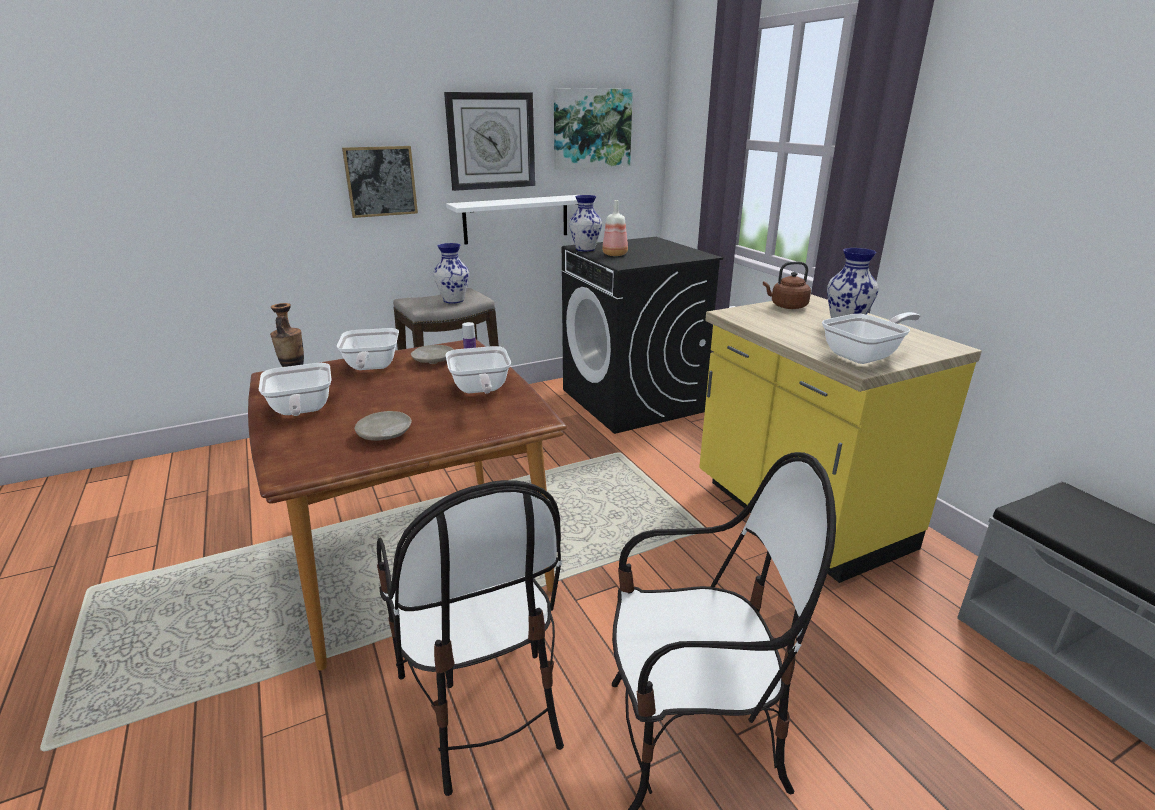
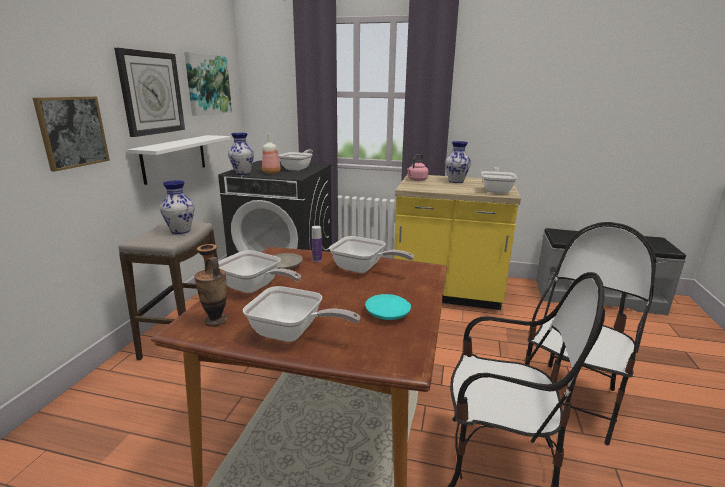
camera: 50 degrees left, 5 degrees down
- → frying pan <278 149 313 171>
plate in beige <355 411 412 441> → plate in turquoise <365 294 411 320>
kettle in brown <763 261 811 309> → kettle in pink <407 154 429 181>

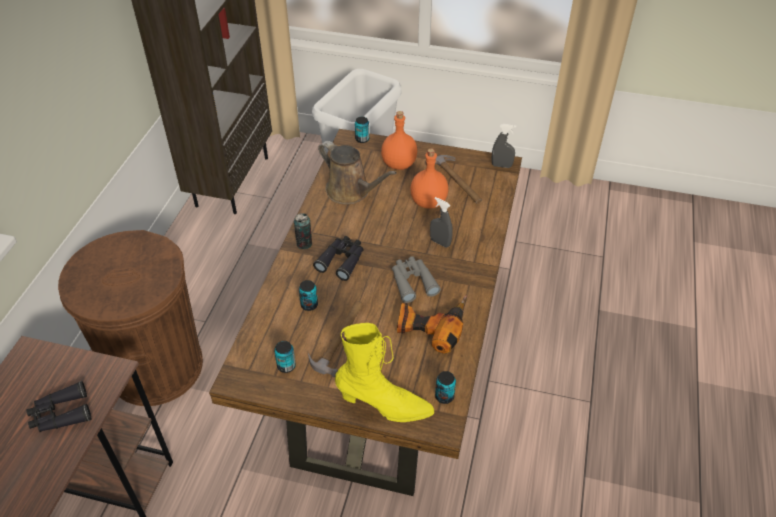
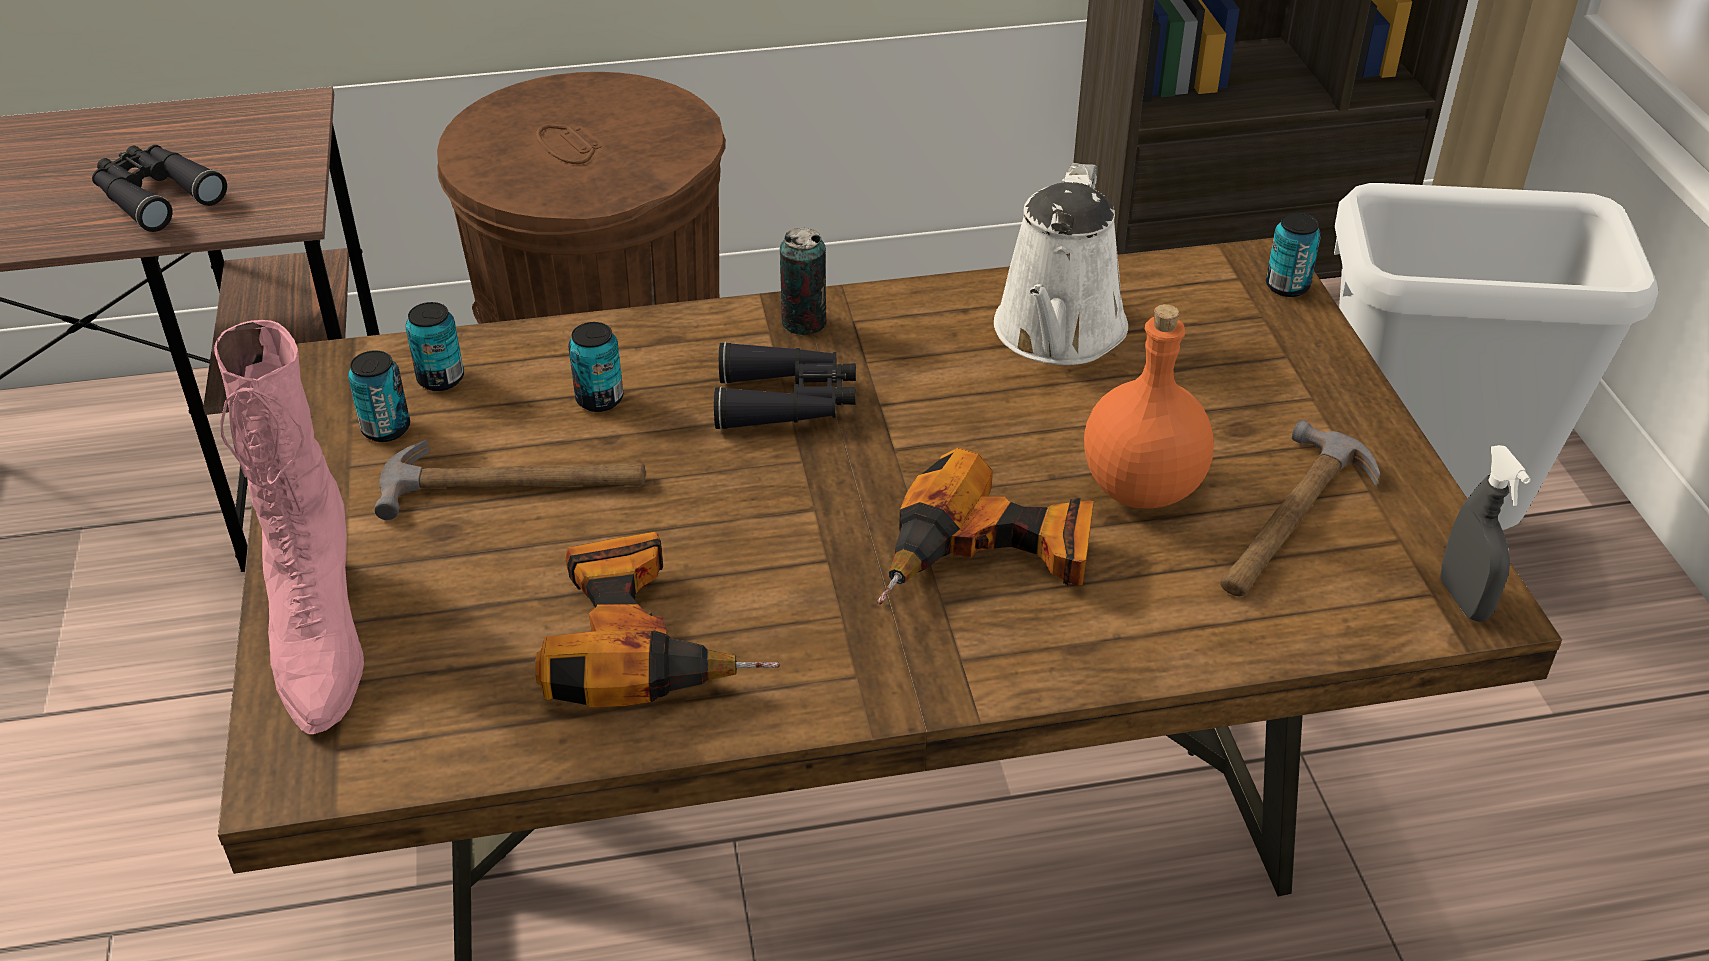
camera: 65 degrees right, 5 degrees down
bottle in orange <381 111 417 170> → -
binoculars in grey <392 256 441 303> → -
can <435 371 456 404> → can <406 302 464 391>, move
spray bottle in grey <430 197 453 248> → power drill <877 448 1094 604>
watering can in brown <318 141 397 204> → watering can in white <994 163 1128 365>
boot in yellow <335 323 434 422> → boot in pink <214 320 364 735>

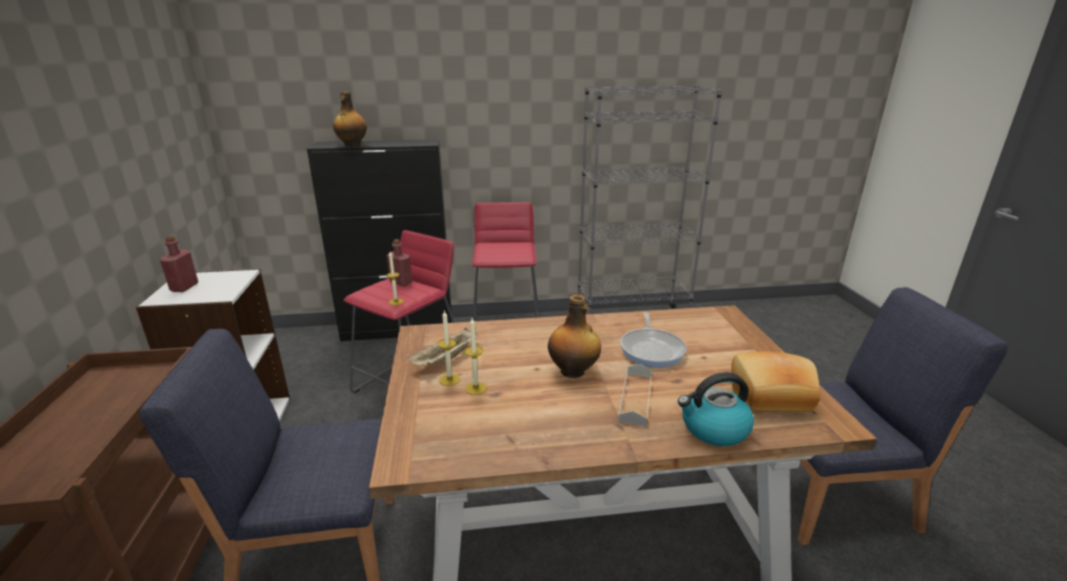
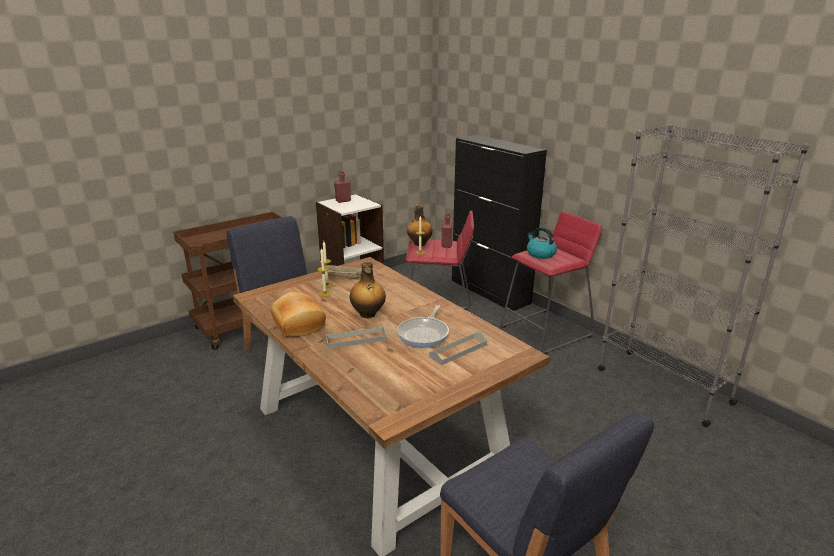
camera: 60 degrees right, 0 degrees up
- → tray in grey <429 332 487 365>
bottle <333 92 367 147> → bottle <407 205 433 246>, move
kettle <678 372 754 446> → kettle <527 227 557 259>, move
bread <731 351 820 412> → bread <271 292 326 337>, move
frying pan <620 312 687 367> → frying pan <397 305 449 348>, 45 degrees counterclockwise

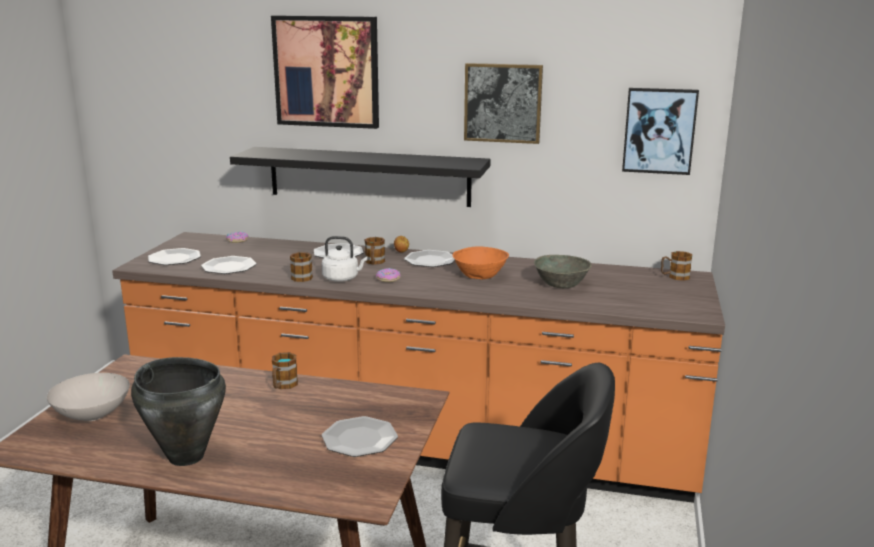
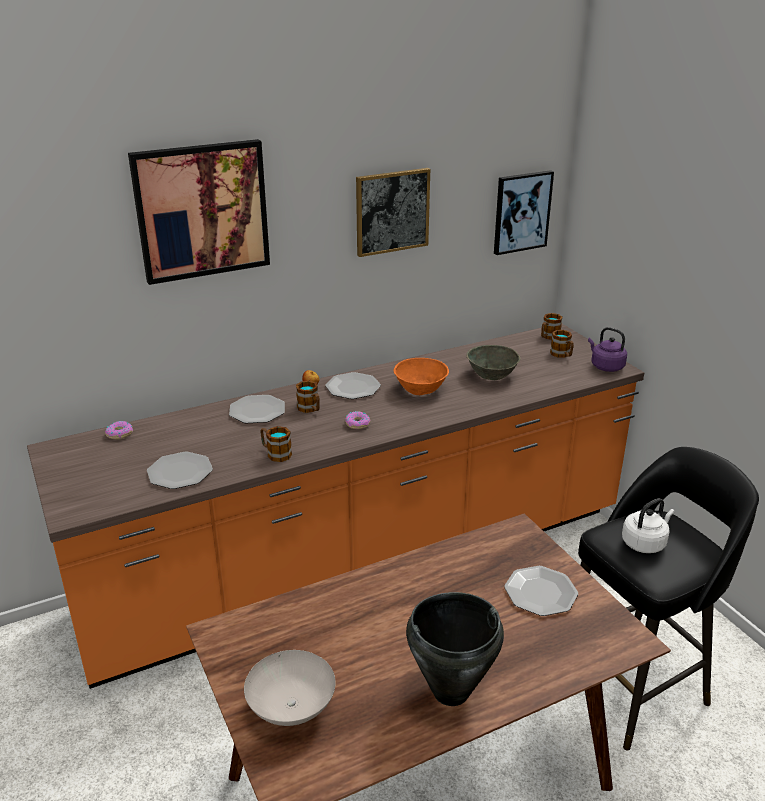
camera: 40 degrees left, 10 degrees up
plate <148 248 201 265> → -
shelf in black <230 147 491 207> → -
- → kettle in purple <588 327 627 372>
mug <272 352 298 389> → mug <550 330 574 358>, move
kettle in white <322 236 367 282> → kettle in white <622 498 675 553>, move

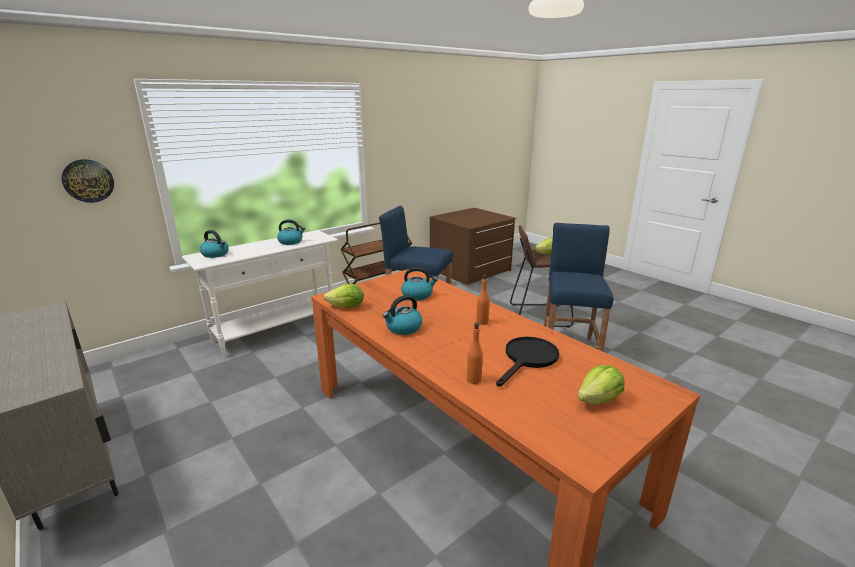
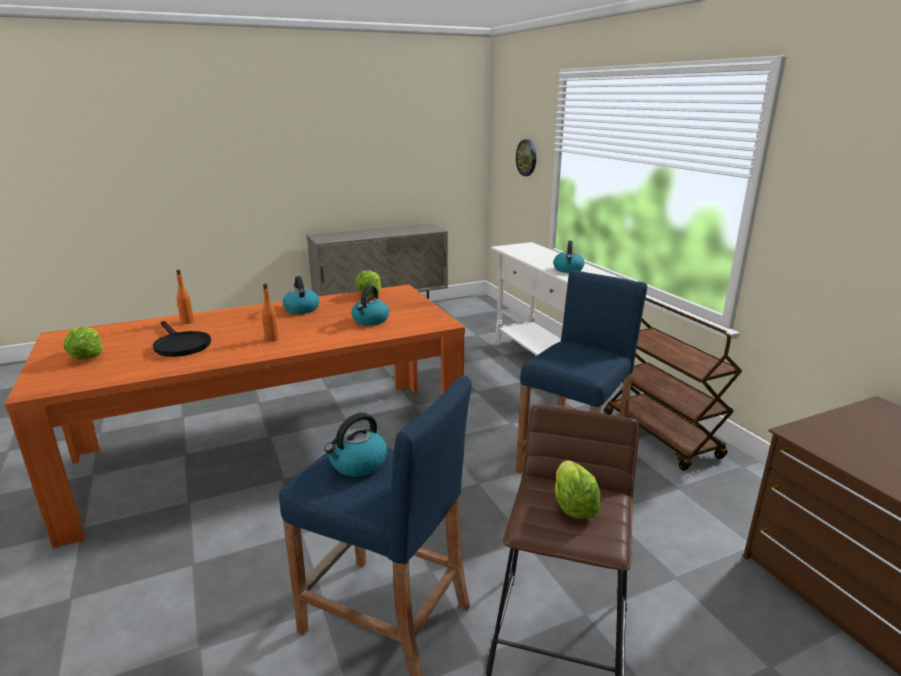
camera: 105 degrees right, 0 degrees up
kettle <200 230 229 258> → kettle <324 413 387 477>, move

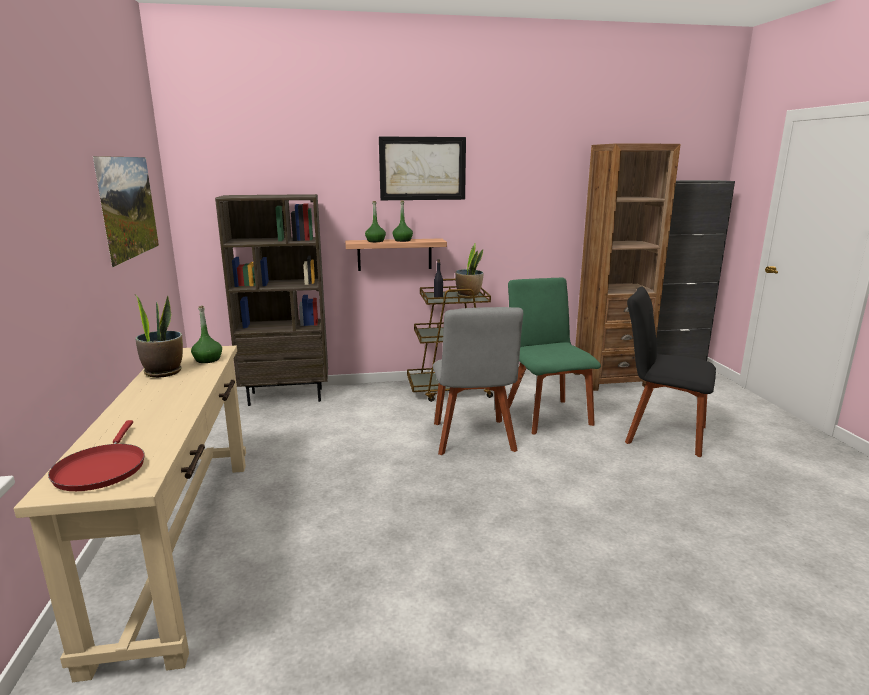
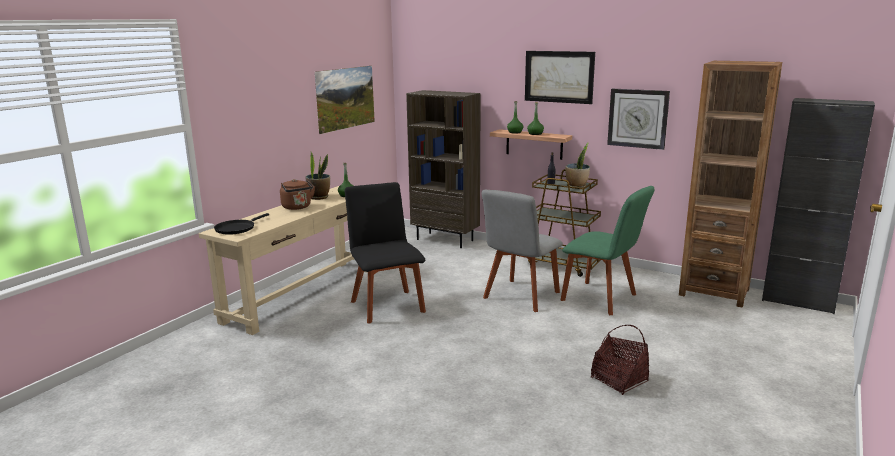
camera: 40 degrees right, 0 degrees up
- → kettle in brown <280 179 315 210>
- → basket <591 325 649 395>
- → wall clock <607 89 670 150>
chair in black <625 287 716 457> → chair in black <345 182 426 323>, move
frying pan in red <48 420 145 491> → frying pan in black <214 213 269 235>
chair in green <508 278 601 434> → chair in green <561 186 655 315>, 105 degrees clockwise

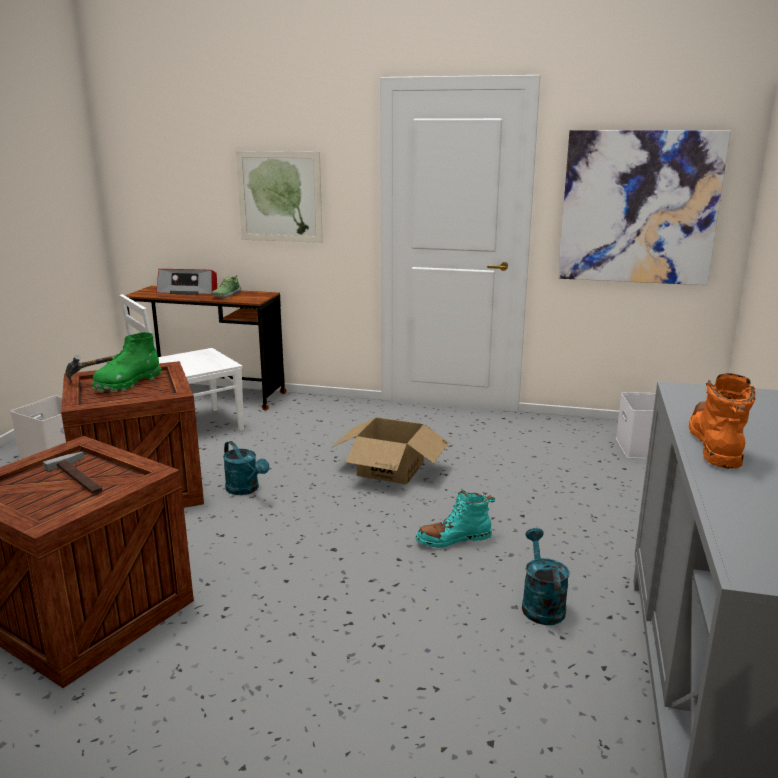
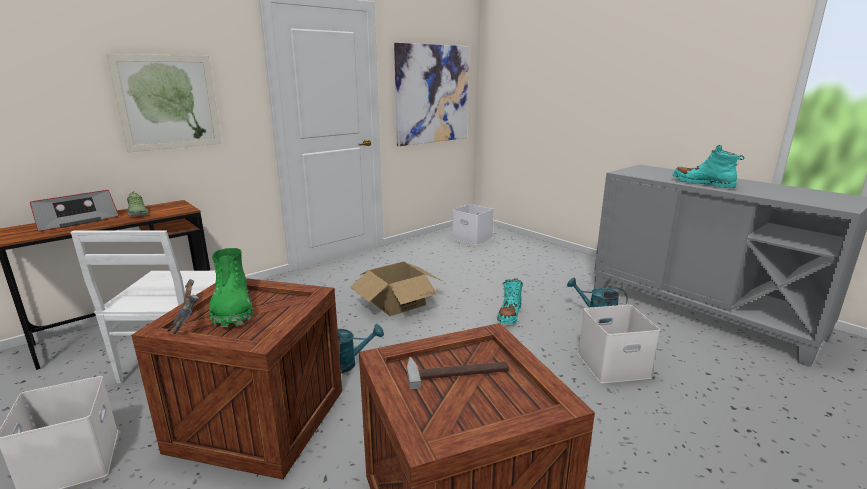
camera: 55 degrees left, 0 degrees up
- → storage box in white <578 305 660 384>
boot in orange <689 373 755 469> → boot in turquoise <672 145 744 188>

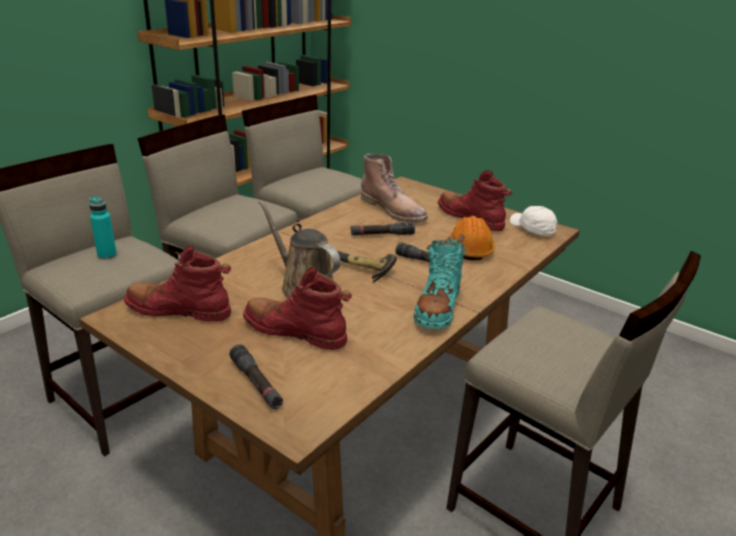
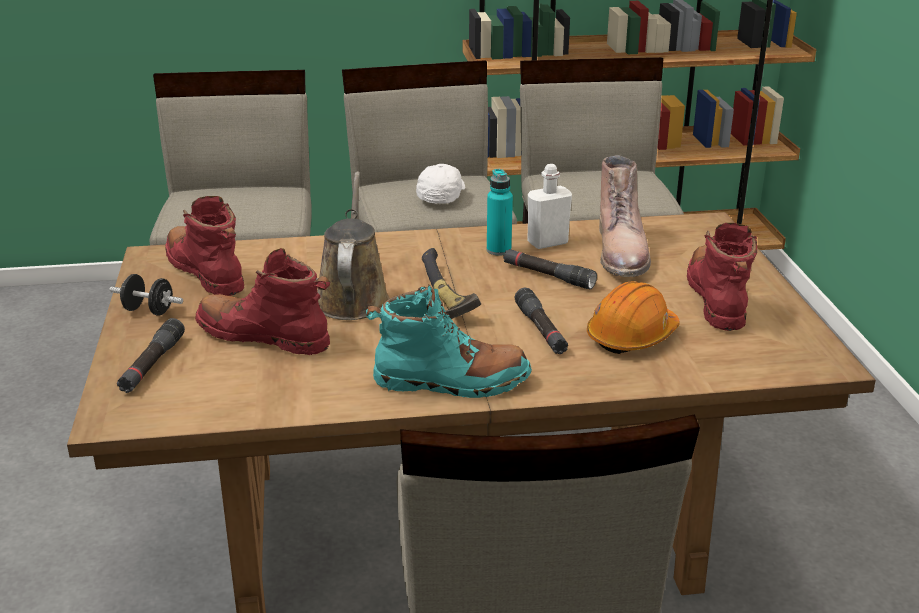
camera: 45 degrees right, 0 degrees up
- → dumbbell in black <110 274 183 316>
- → bottle in white <527 164 572 249>
bottle in turquoise <90 197 117 260> → bottle in turquoise <487 169 513 256>, move
cap in white <510 206 557 236> → cap in white <416 164 465 204>, move
boot in red <243 266 352 350> → boot in red <195 248 331 355>, 45 degrees counterclockwise
boot in turquoise <414 237 466 329> → boot in turquoise <366 285 532 398>, 150 degrees counterclockwise

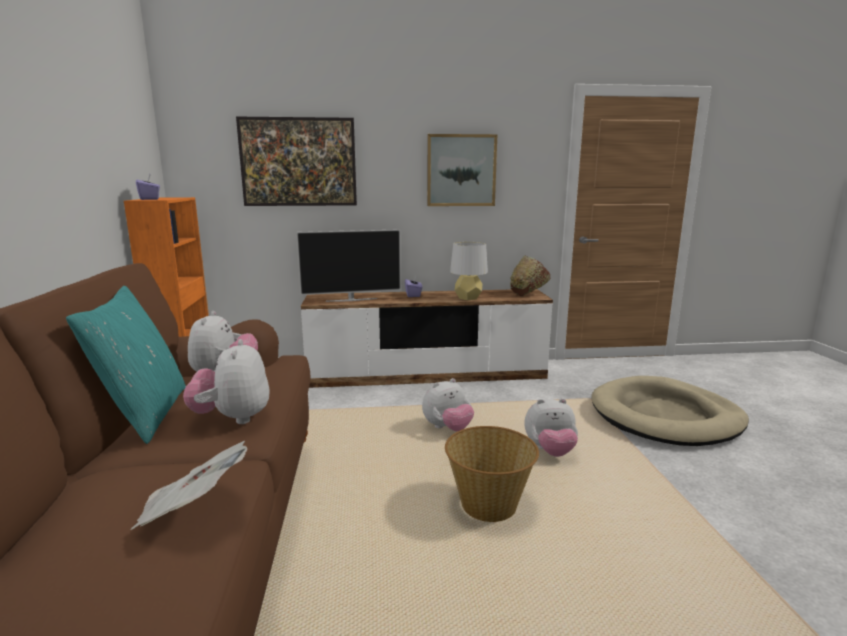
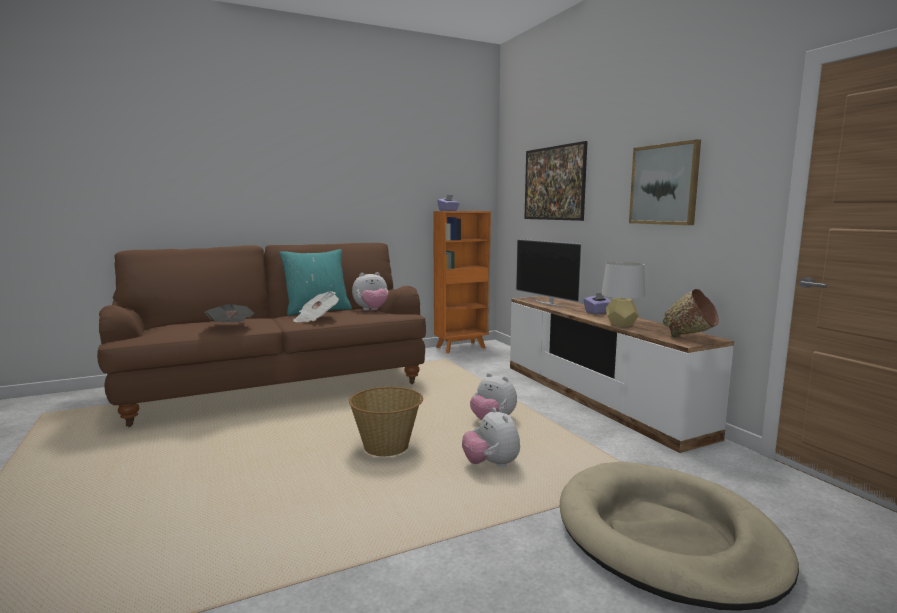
camera: 70 degrees right, 5 degrees down
plush toy <183 339 270 424> → newspaper <293 292 339 322>

